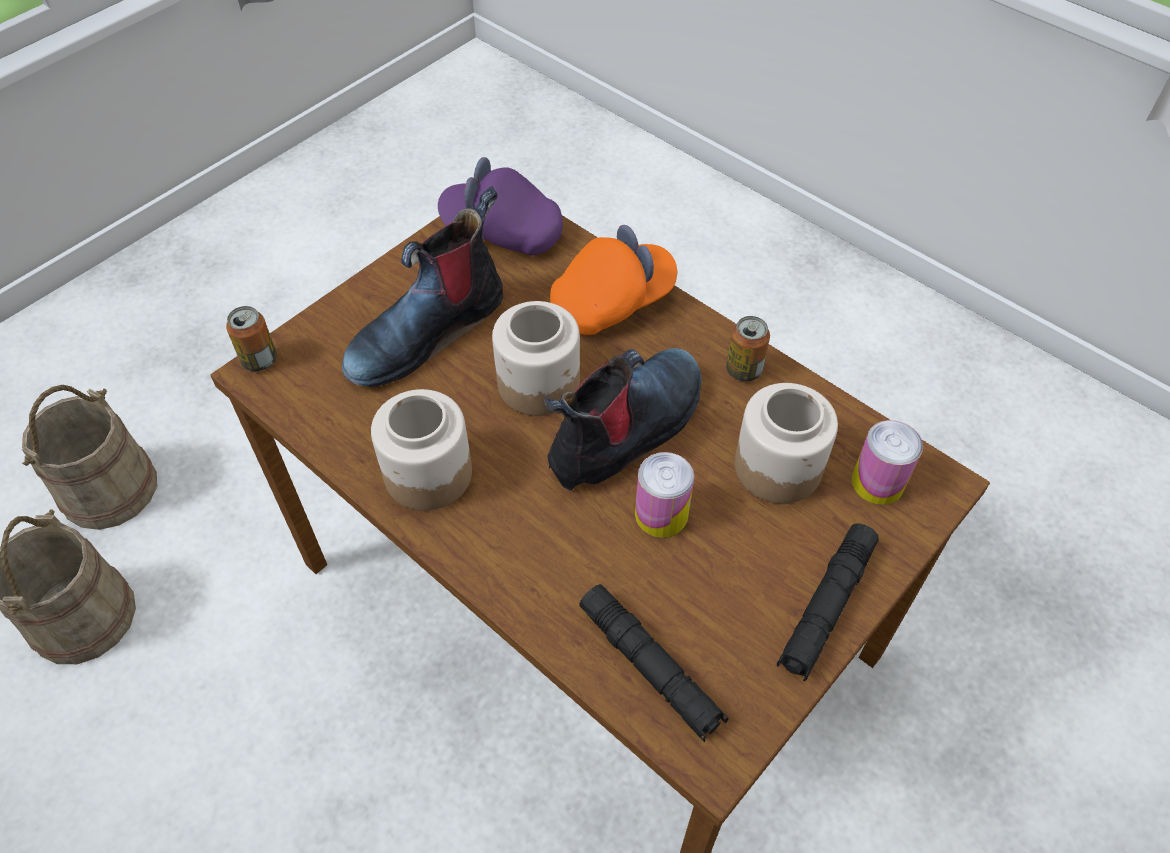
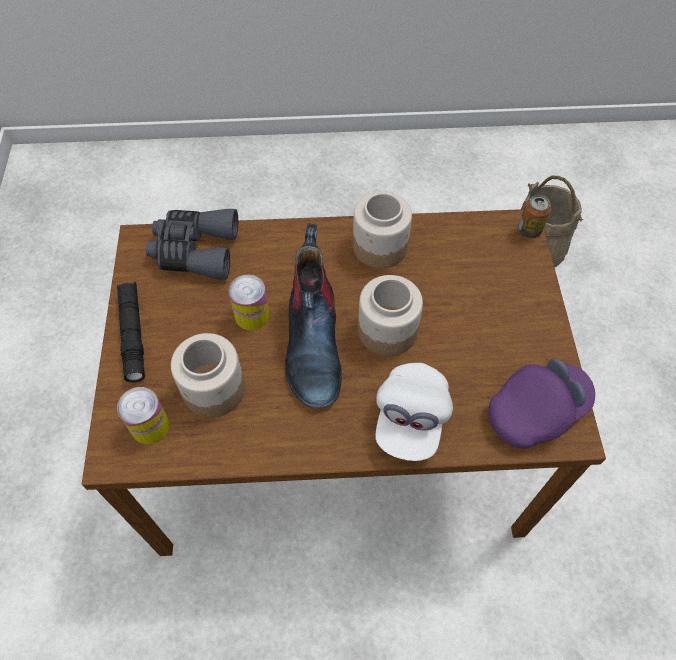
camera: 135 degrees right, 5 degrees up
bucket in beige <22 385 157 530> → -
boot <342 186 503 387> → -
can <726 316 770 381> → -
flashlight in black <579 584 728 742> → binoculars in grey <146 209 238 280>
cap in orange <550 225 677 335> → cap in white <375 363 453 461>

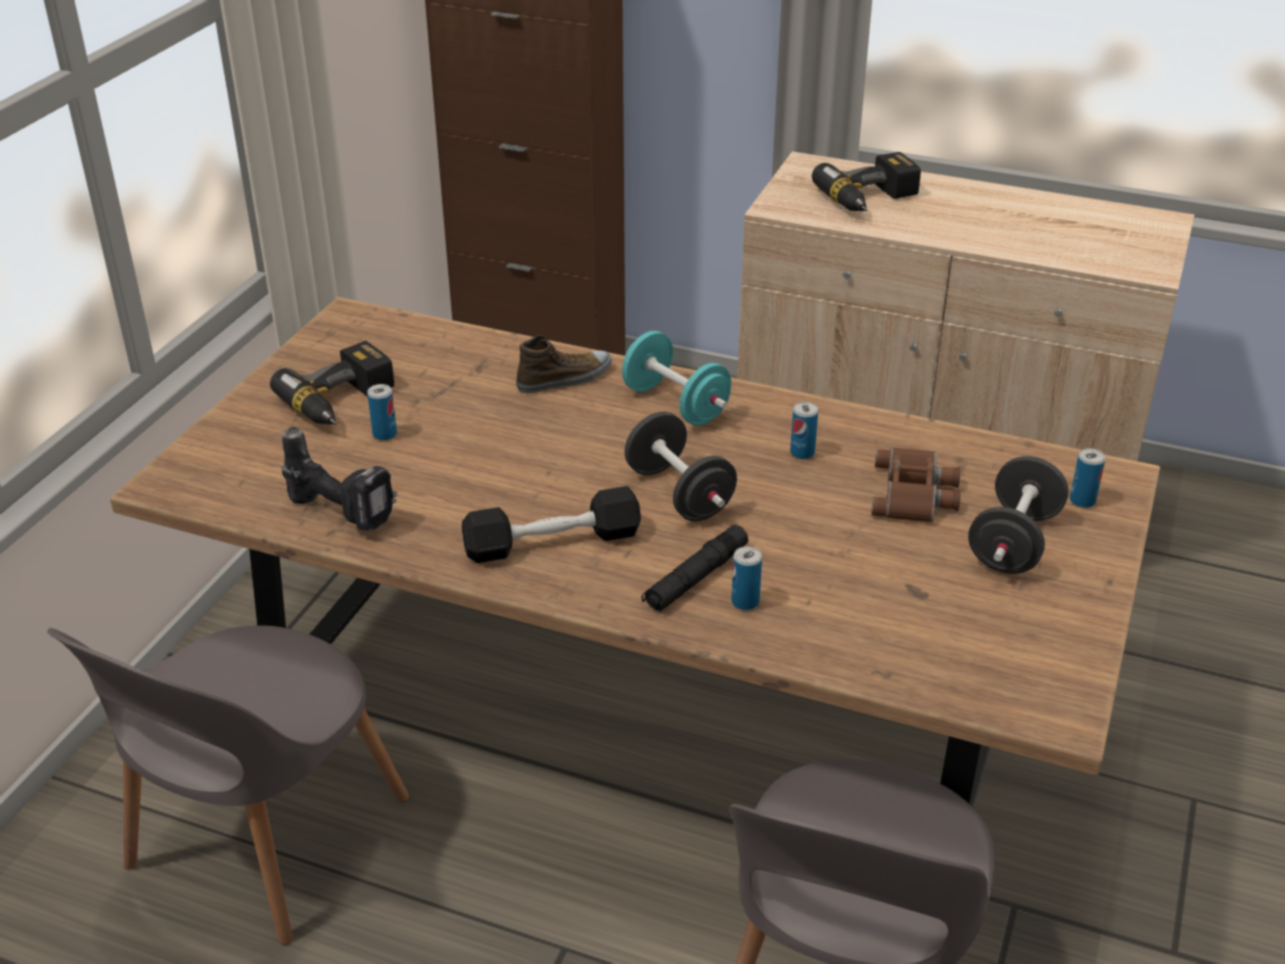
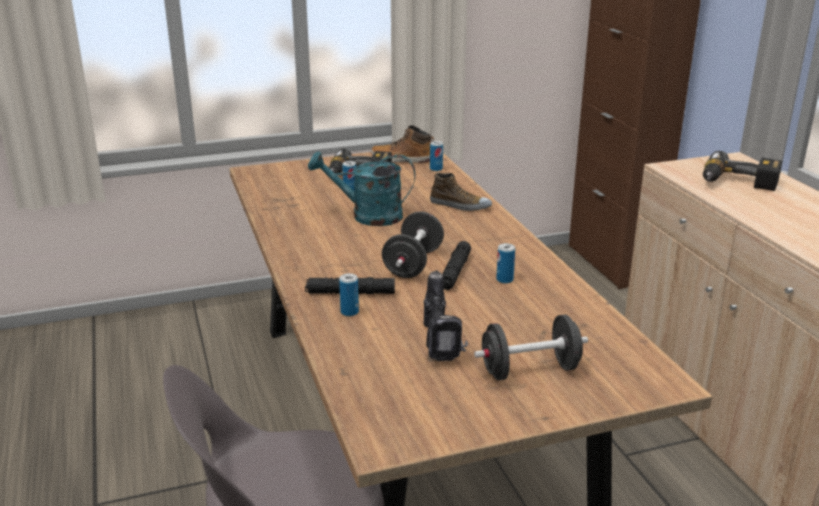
camera: 50 degrees right, 10 degrees down
chair in grey <47 625 409 945> → -
dumbbell in black <462 486 641 563> → -
dumbbell in turquoise <622 331 731 426> → -
binoculars in brown <871 447 961 523> → -
- → watering can in turquoise <308 151 415 226>
- → boot <371 125 434 163>
- → flashlight in black <442 241 471 290>
power drill <281 426 397 530> → power drill <423 270 468 361>, move
can <1070 448 1105 508> → can <430 141 443 171>, move

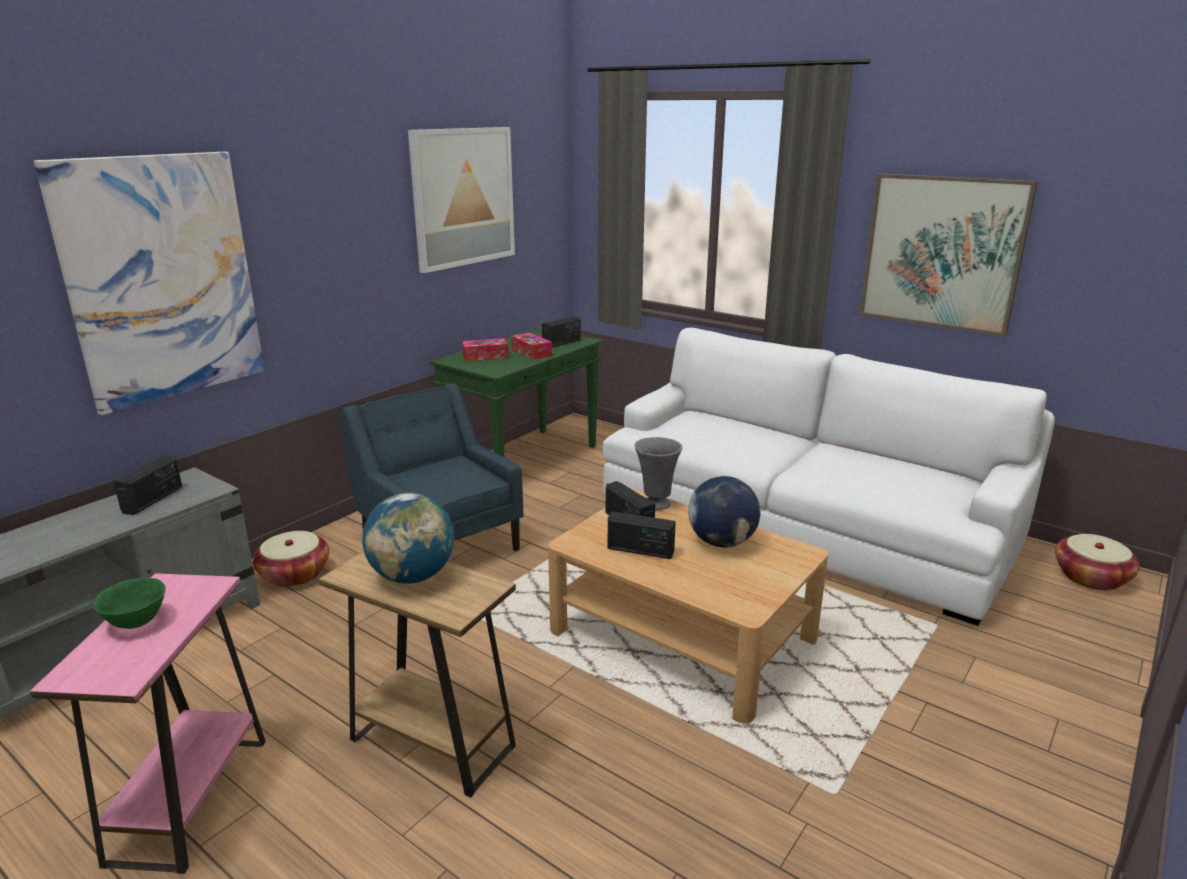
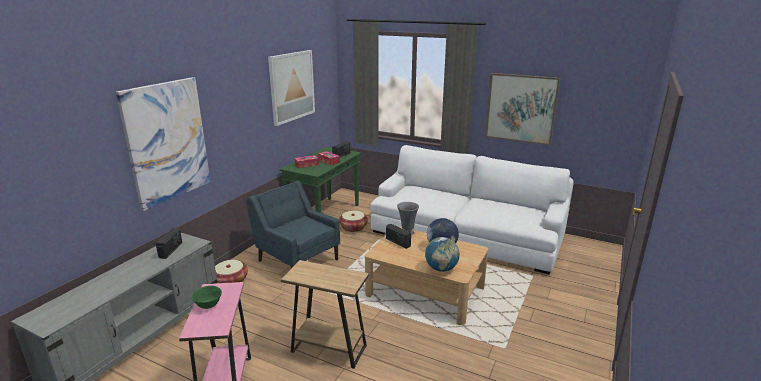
camera: 10 degrees left, 0 degrees up
radio <608 511 676 559> → -
globe <362 493 455 584> → globe <425 237 460 272>, move
basket <1055 534 1140 591> → basket <339 211 368 232>, move

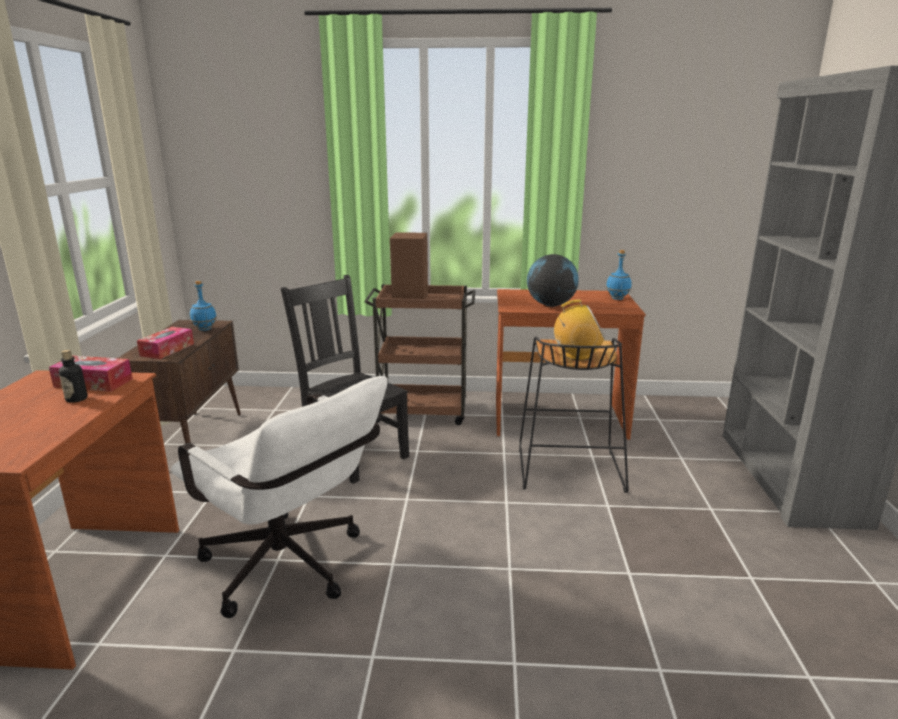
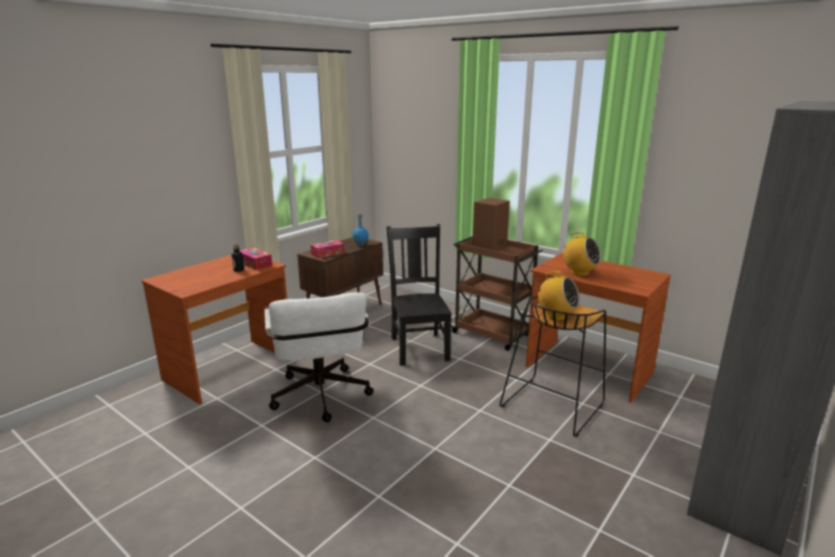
camera: 35 degrees right, 0 degrees up
bottle in blue <606 250 631 300> → -
globe <527 254 579 307> → radio <561 232 601 276>

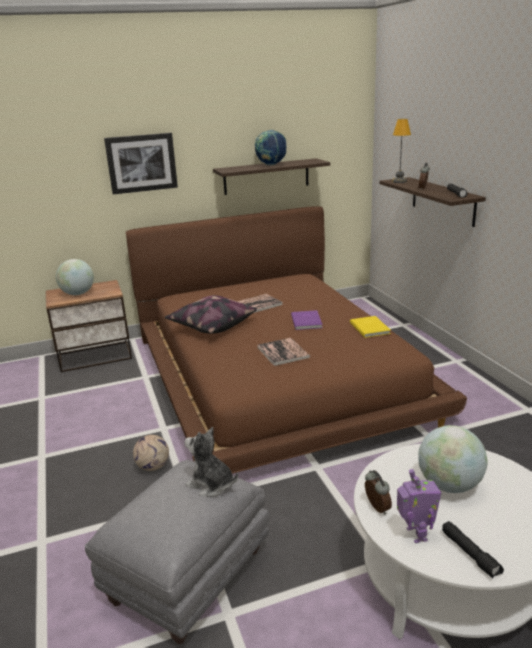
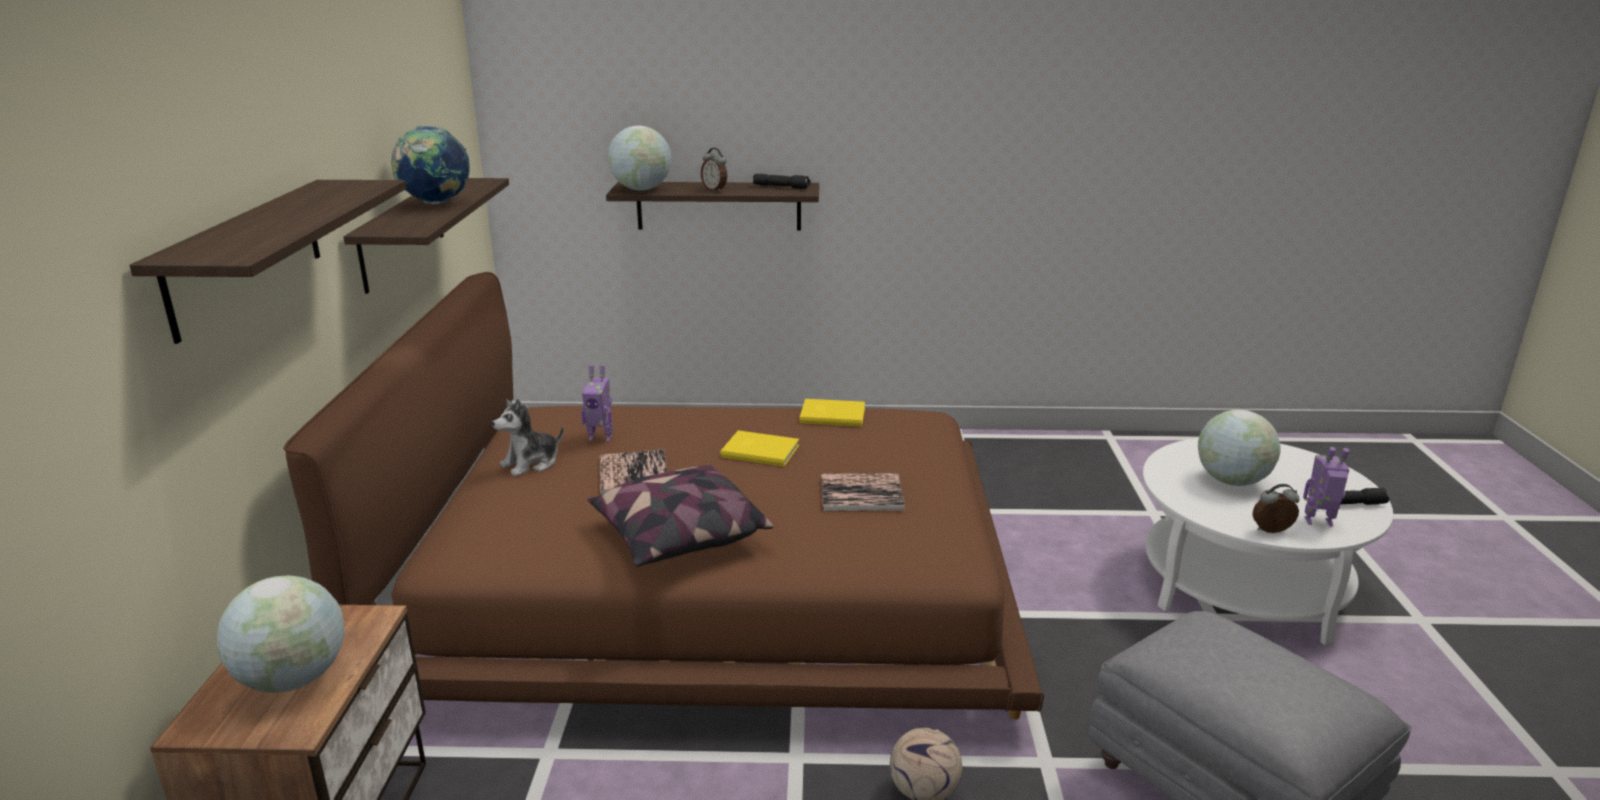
camera: 70 degrees left, 0 degrees up
- → toy robot <581 365 613 442>
plush toy <185 427 238 497> → plush toy <492 399 564 477>, move
picture <104 133 178 194> → shelf <129 180 407 344>
table lamp <392 119 411 183> → globe <608 126 672 191>
book in purple <291 310 323 330> → book in yellow <720 430 799 466>

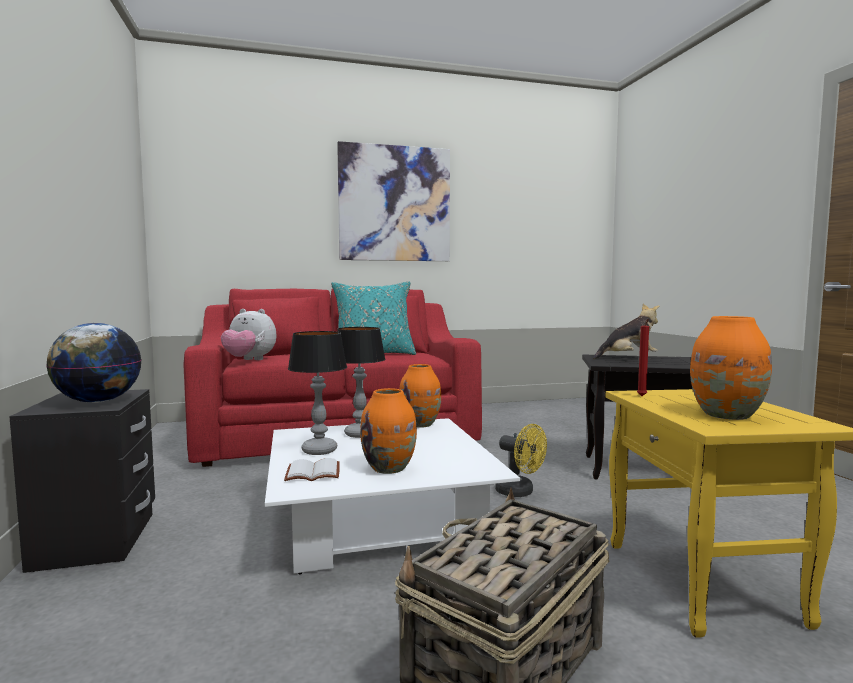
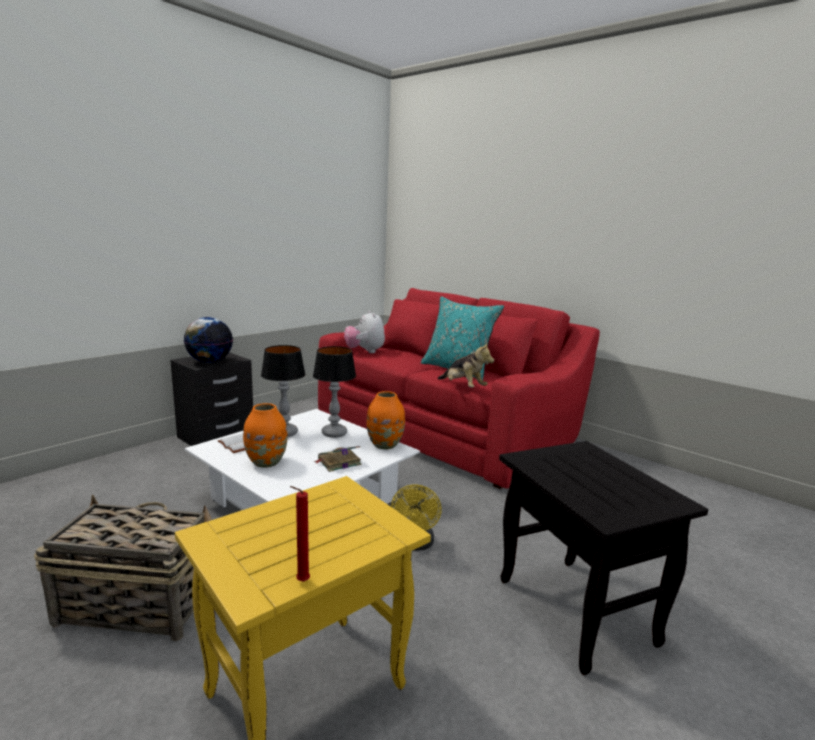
camera: 55 degrees right, 10 degrees up
picture <337 141 450 261> → -
vase in orange <690 316 772 420> → -
- → book <313 446 361 472>
plush toy <593 304 659 359> → plush toy <438 343 494 388>, move
candle in red <637 319 649 396> → candle in red <290 486 310 582>, move

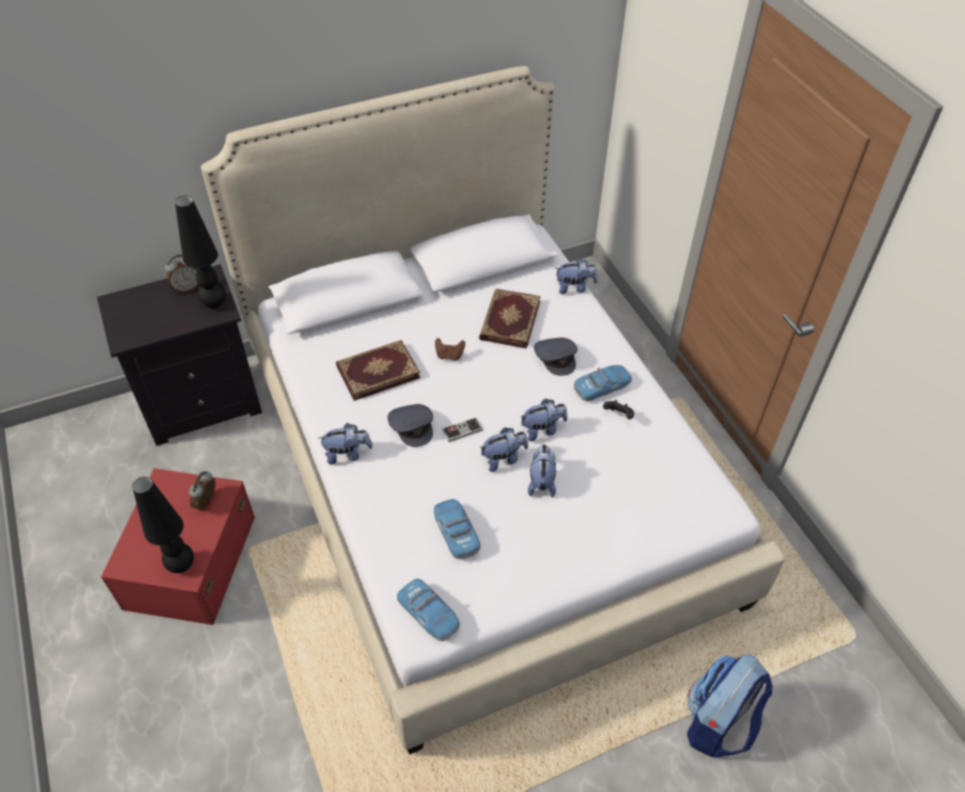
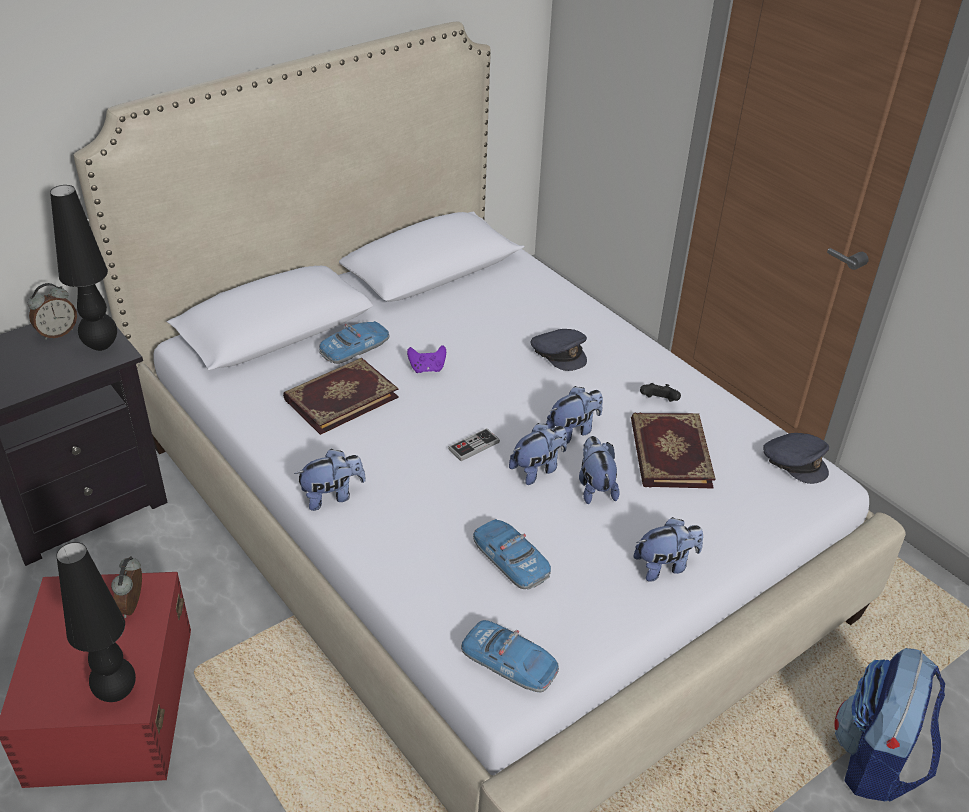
camera: 15 degrees left, 10 degrees down
cap in grey <387 404 433 447> → cap in grey <763 433 829 484>, move
book <479 289 541 349> → book <631 413 716 489>, move
plush toy <555 258 598 294> → plush toy <634 517 703 582>, move
toy car <574 365 632 401> → toy car <319 321 389 364>, move
game controller in brown <435 338 465 361> → game controller in purple <407 345 446 373>

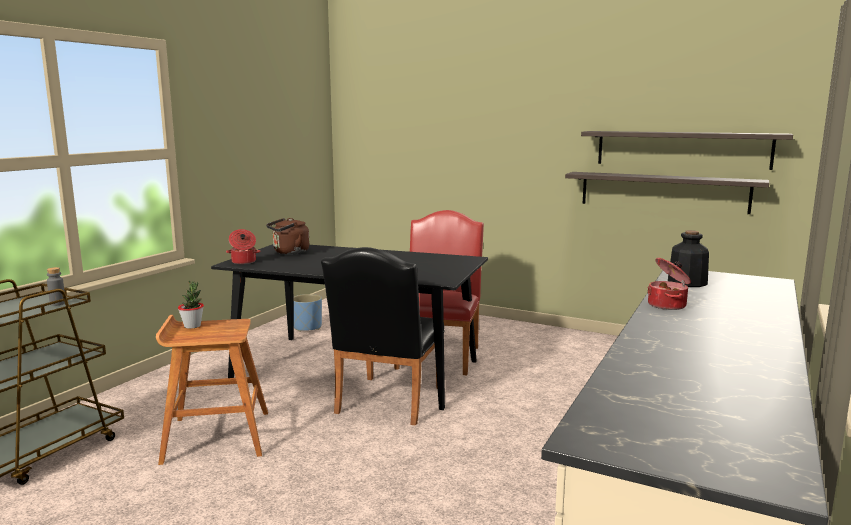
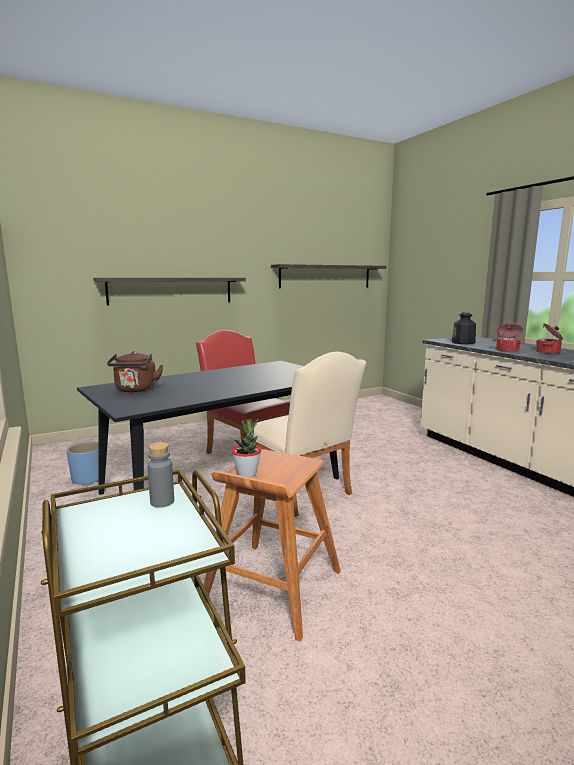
camera: 55 degrees left, 0 degrees up
cooking pot <226 229 260 264> → cooking pot <536 323 563 354>, move
shelf <565 172 769 214> → shelf <93 278 246 306>, move
chair in black <321 247 445 426> → chair in beige <252 352 366 517>

